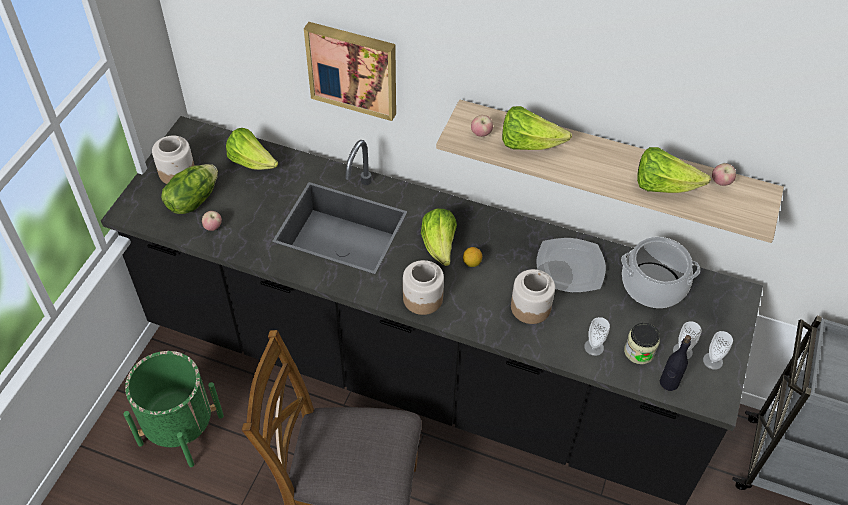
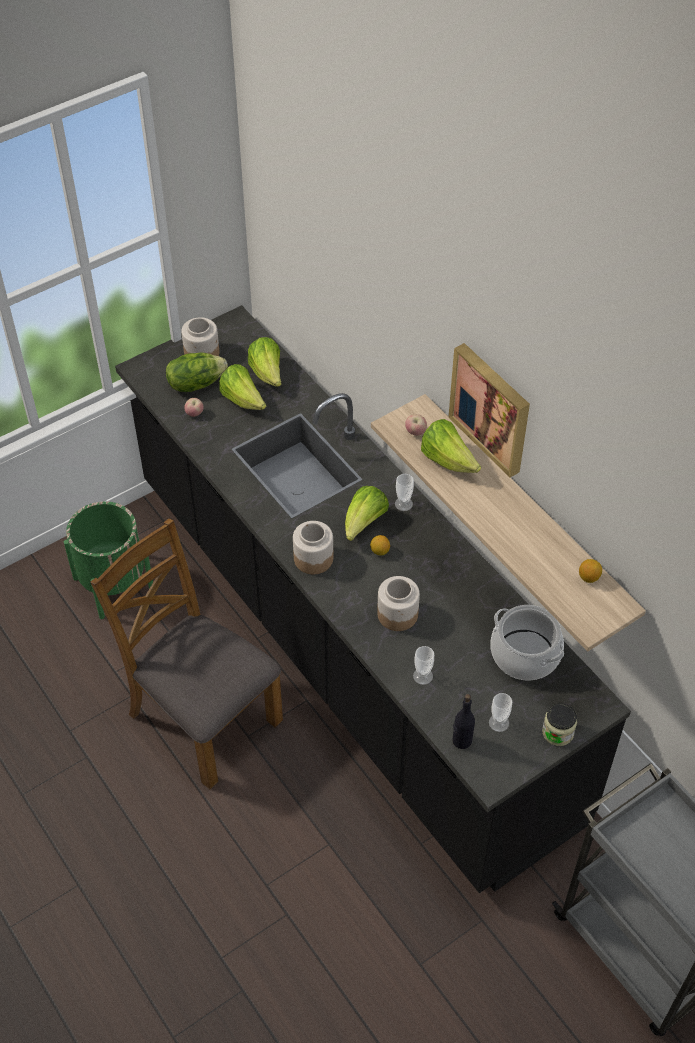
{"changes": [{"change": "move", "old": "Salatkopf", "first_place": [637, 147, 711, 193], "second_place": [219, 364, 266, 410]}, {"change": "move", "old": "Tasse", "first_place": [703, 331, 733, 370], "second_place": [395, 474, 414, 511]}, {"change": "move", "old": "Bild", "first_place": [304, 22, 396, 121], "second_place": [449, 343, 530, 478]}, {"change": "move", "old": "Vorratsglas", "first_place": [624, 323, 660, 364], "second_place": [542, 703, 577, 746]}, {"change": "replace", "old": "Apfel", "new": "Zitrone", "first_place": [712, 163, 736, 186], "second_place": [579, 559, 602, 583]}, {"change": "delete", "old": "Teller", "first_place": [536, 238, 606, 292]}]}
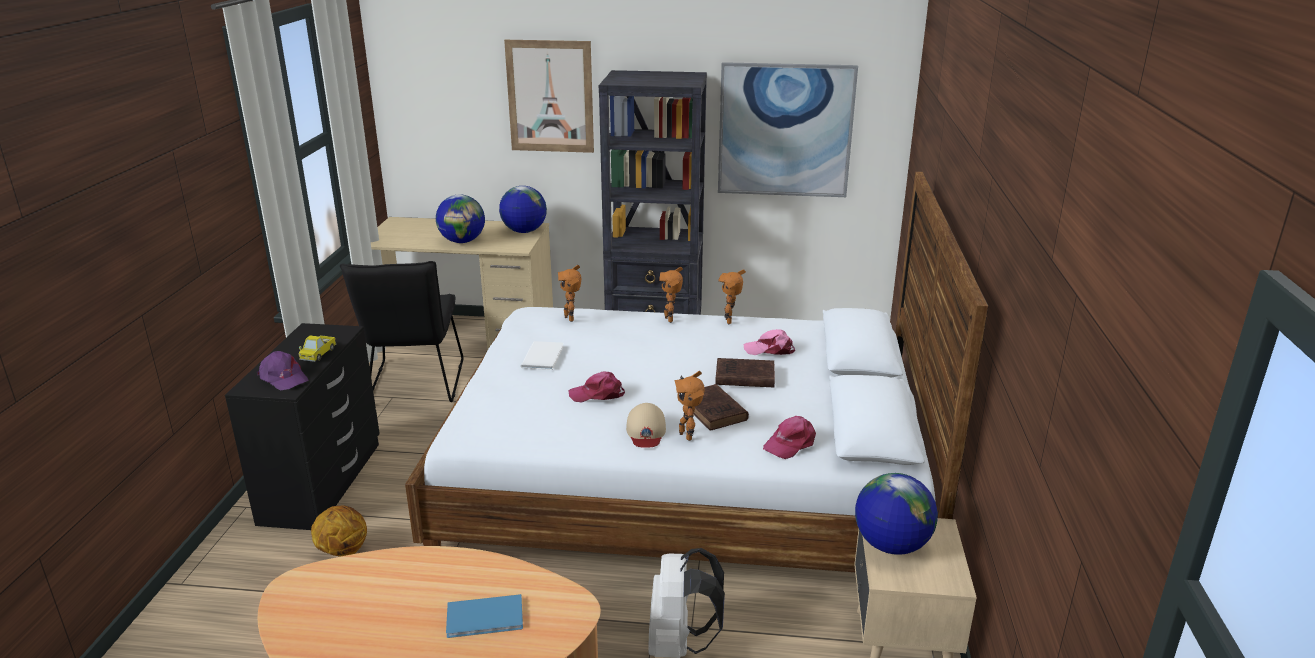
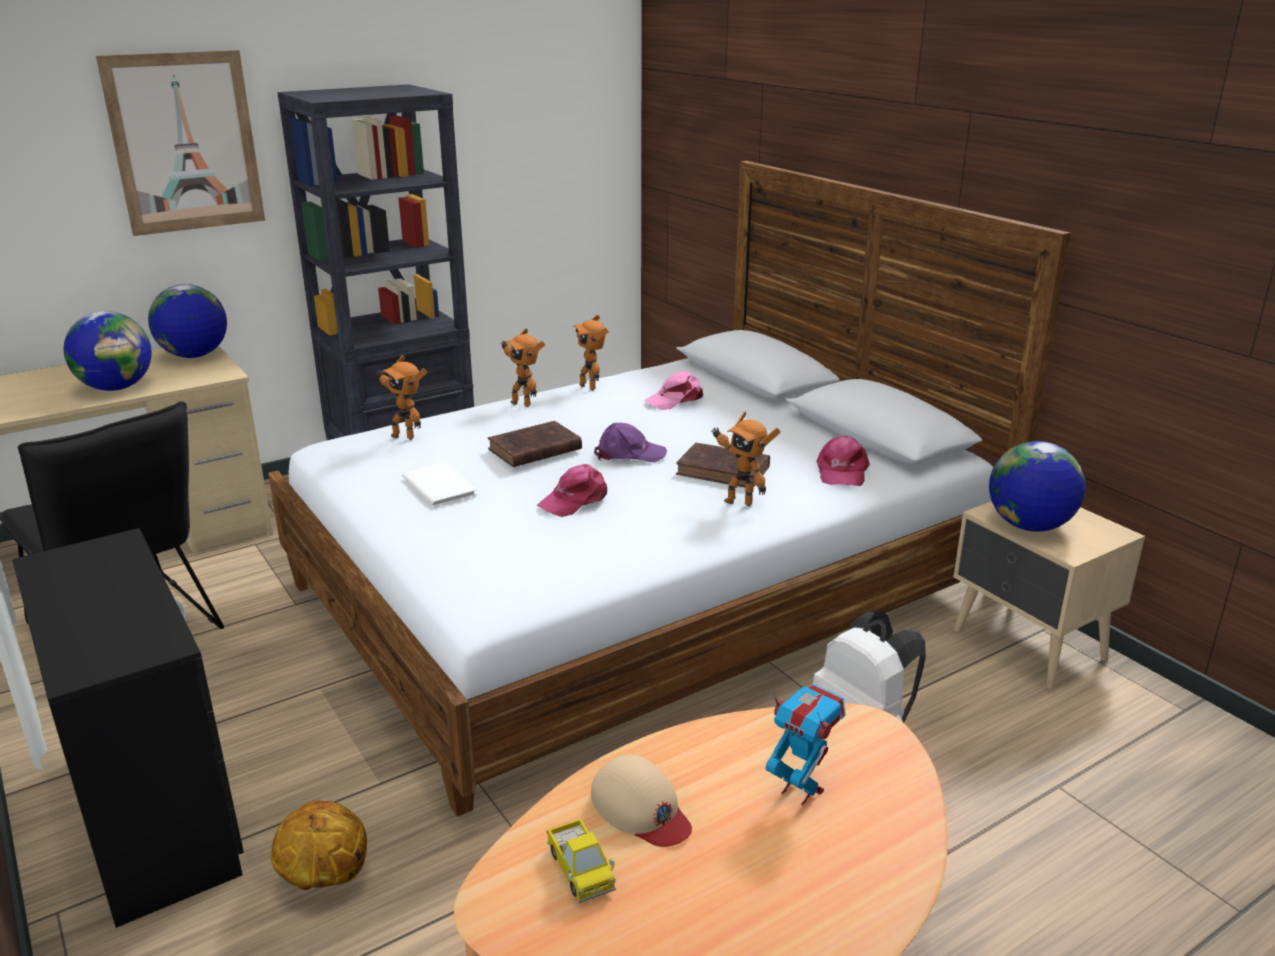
{"changes": [{"change": "move", "old": "Buch (braun)", "first_place": [715, 358, 775, 387], "second_place": [488, 421, 582, 467]}, {"change": "move", "old": "Spielzeuglaster", "first_place": [298, 335, 337, 362], "second_place": [547, 818, 616, 903]}, {"change": "move", "old": "Kappe (beige)", "first_place": [626, 403, 666, 448], "second_place": [591, 754, 692, 847]}, {"change": "move", "old": "Kappe (lila)", "first_place": [257, 351, 308, 390], "second_place": [594, 423, 667, 462]}, {"change": "replace", "old": "Buch (blau)", "new": "Spielzeugroboter", "first_place": [446, 594, 523, 638], "second_place": [766, 684, 846, 805]}, {"change": "delete", "old": "Bild", "first_place": [718, 62, 858, 197]}]}
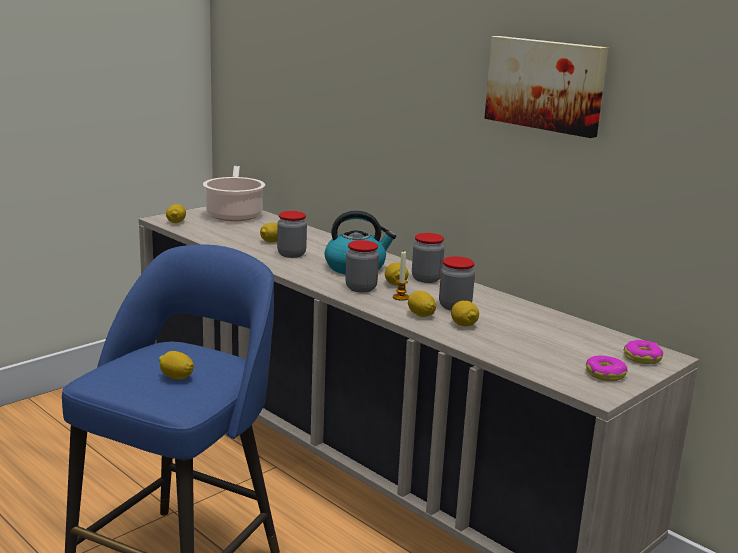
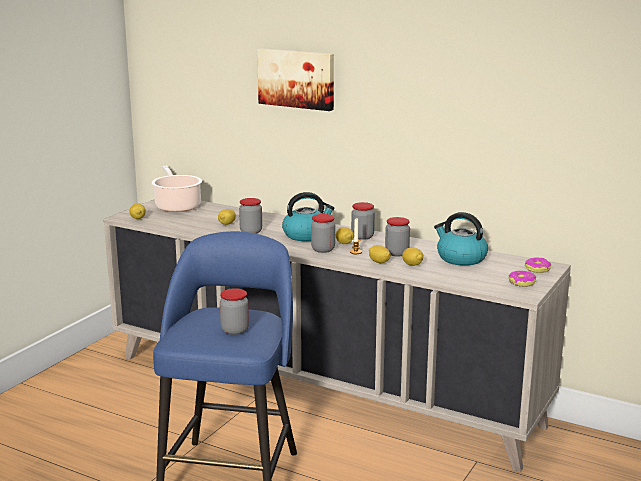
{"changes": [{"change": "replace", "old": "Zitrone", "new": "Vorratsglas", "first_place": [159, 351, 194, 380], "second_place": [220, 288, 249, 335]}, {"change": "move", "old": "Bild", "first_place": [484, 36, 608, 138], "second_place": [257, 49, 334, 111]}, {"change": "insert", "new": "Wasserkessel", "second_place": [434, 212, 488, 266]}]}
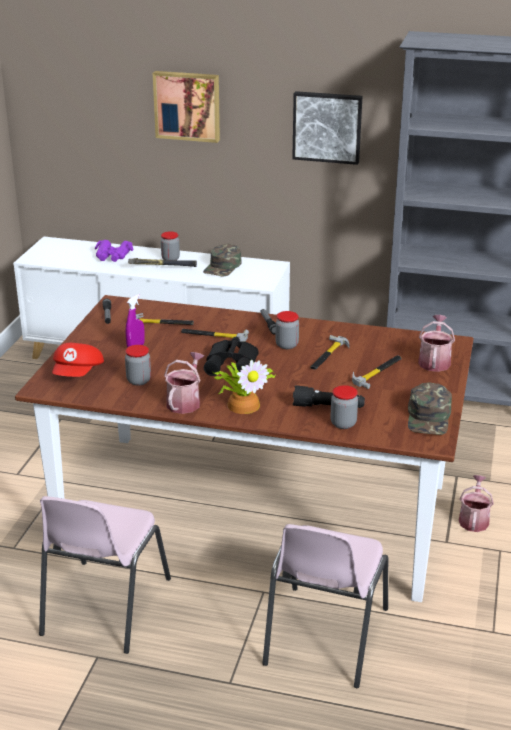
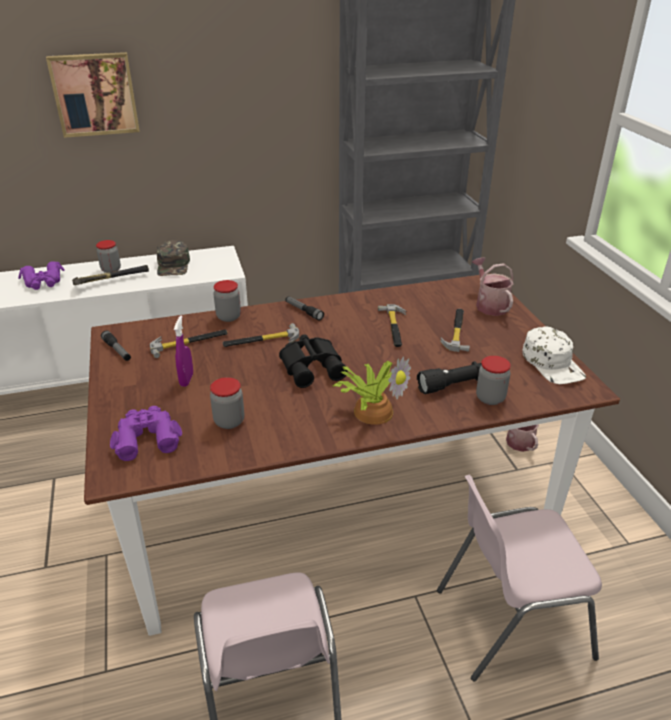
{"changes": [{"change": "replace", "old": "Kappe (rot)", "new": "Fernglas (lila)", "first_place": [52, 343, 104, 377], "second_place": [110, 406, 182, 461]}, {"change": "move", "old": "Vorratsglas", "first_place": [276, 311, 299, 349], "second_place": [213, 280, 241, 322]}, {"change": "rotate", "old": "Stuhl (rosa)", "first_place": [262, 524, 388, 688], "second_place": [437, 475, 602, 681], "degrees": 90}, {"change": "recolor", "old": "Kappe (grün)", "new": "Kappe (weiß)", "first_place": [408, 383, 452, 435], "second_place": [523, 326, 586, 384]}, {"change": "delete", "old": "Gießkanne", "first_place": [164, 352, 204, 414]}, {"change": "delete", "old": "Bild", "first_place": [292, 91, 363, 165]}]}
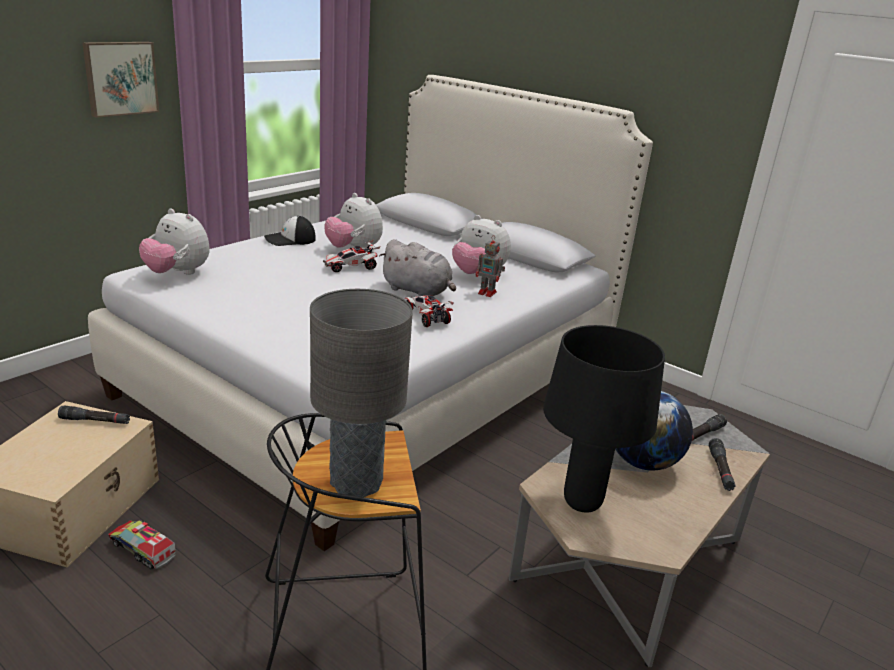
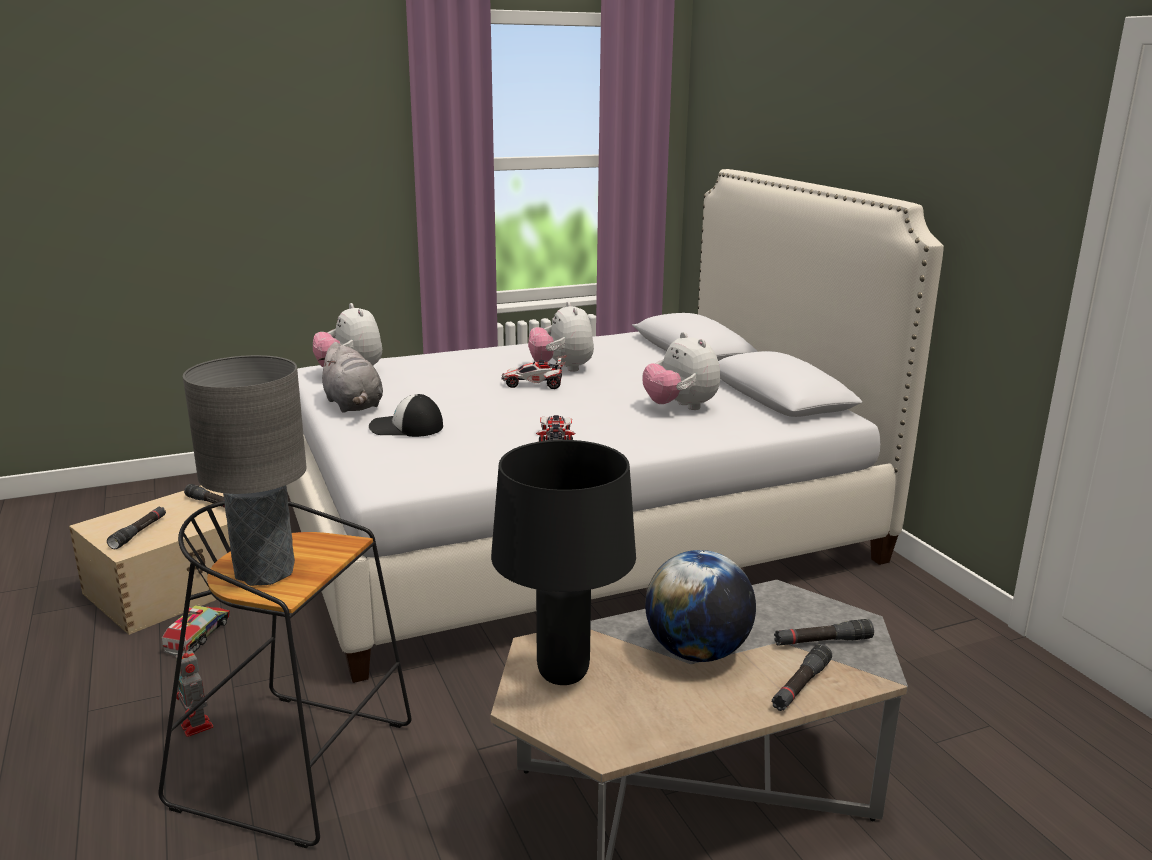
{"changes": [{"change": "insert", "new": "Taschenlampe (schwarz)", "second_place": [107, 507, 166, 549]}, {"change": "rotate", "old": "Spielzeuglaster", "first_place": [108, 520, 176, 569], "second_place": [162, 605, 230, 656], "degrees": 45}, {"change": "move", "old": "Spielzeugroboter", "first_place": [476, 235, 505, 297], "second_place": [176, 646, 213, 737]}, {"change": "move", "old": "Plüschtier (grau)", "first_place": [379, 239, 456, 296], "second_place": [318, 342, 383, 413]}, {"change": "move", "old": "Kappe", "first_place": [264, 216, 316, 246], "second_place": [369, 394, 443, 437]}, {"change": "delete", "old": "Bild", "first_place": [82, 42, 159, 118]}]}
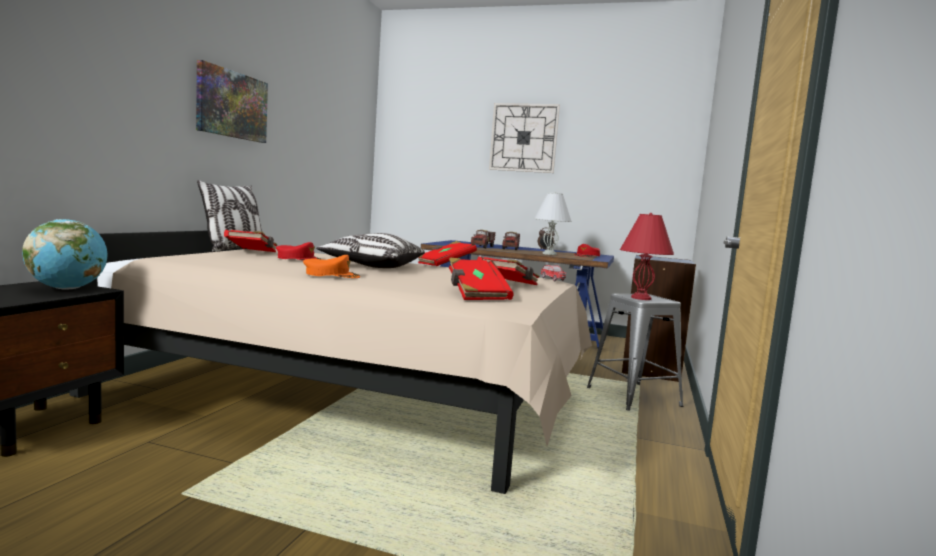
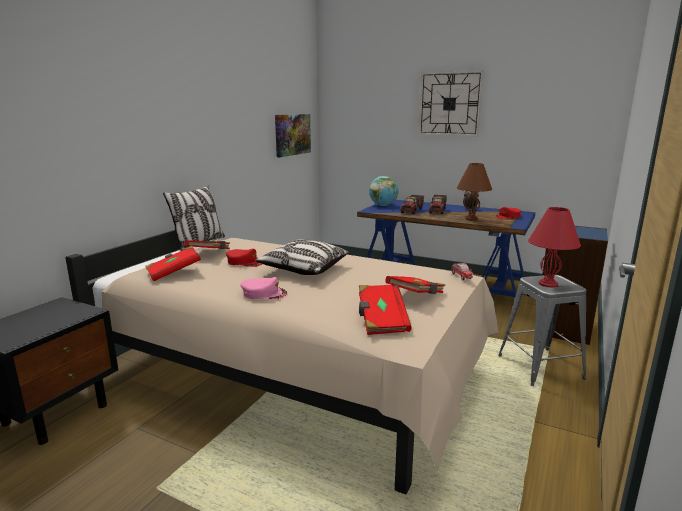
{"changes": [{"change": "move", "old": "Buch (rot)", "first_place": [418, 241, 477, 266], "second_place": [145, 246, 201, 282]}, {"change": "recolor", "old": "Kappe (orange)", "new": "Kappe (rosa)", "first_place": [303, 255, 360, 278], "second_place": [240, 277, 288, 300]}, {"change": "move", "old": "Bild", "first_place": [196, 60, 268, 143], "second_place": [275, 114, 311, 157]}, {"change": "move", "old": "Globus", "first_place": [22, 219, 107, 290], "second_place": [369, 176, 398, 206]}, {"change": "recolor", "old": "Tischlampe (weiß)", "new": "Tischlampe (braun)", "first_place": [534, 192, 572, 255], "second_place": [457, 163, 492, 220]}]}
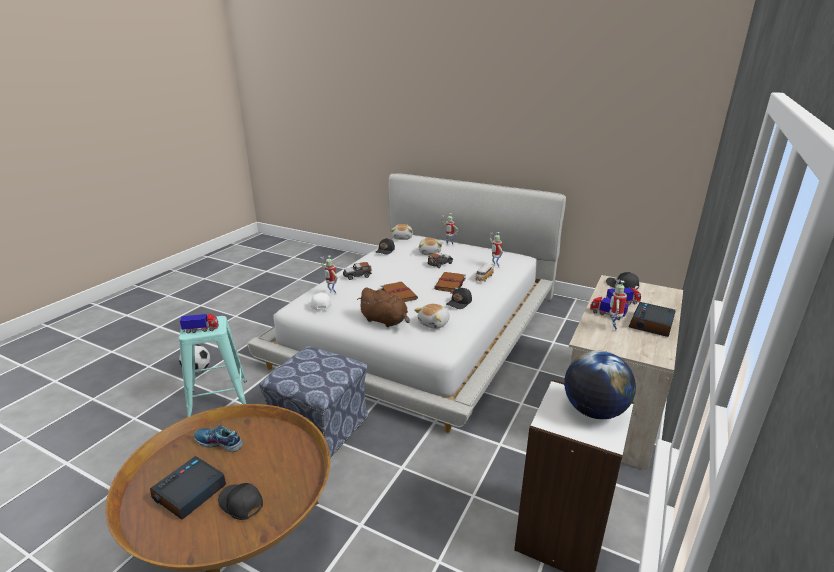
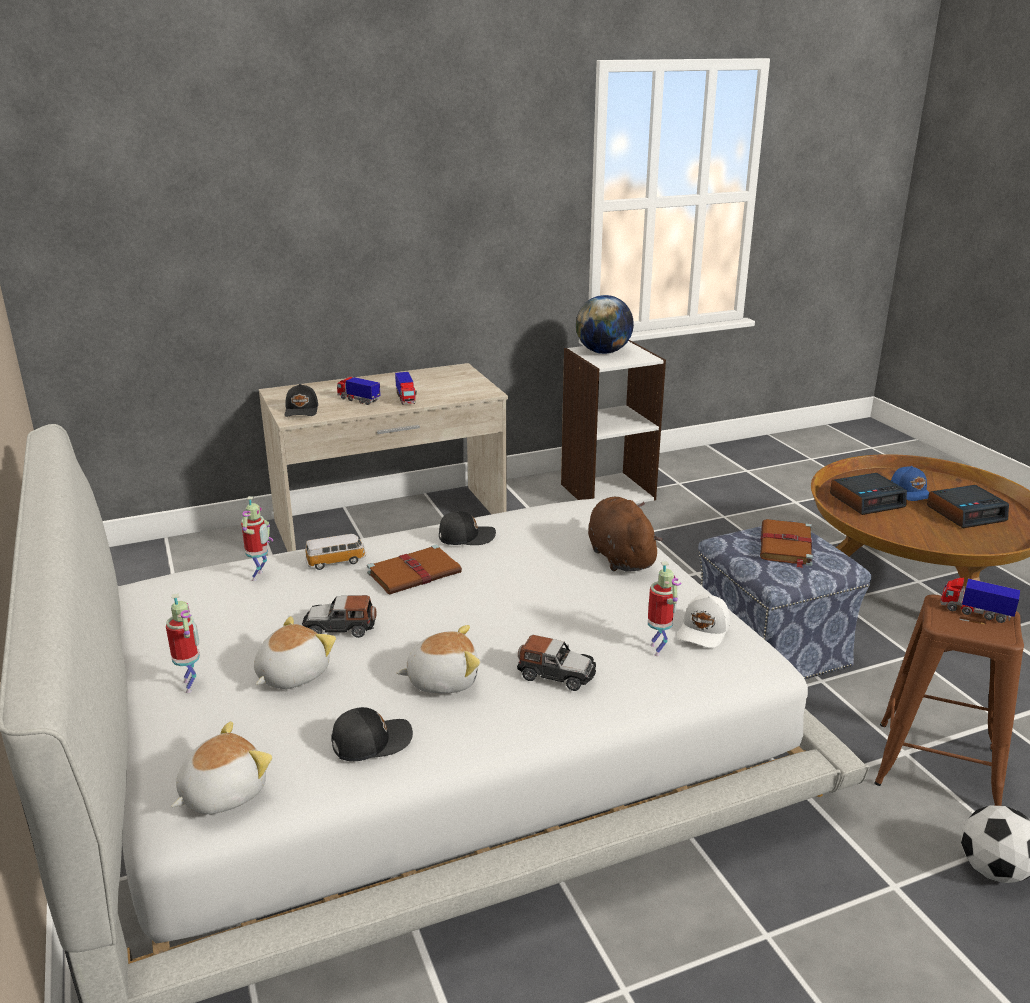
{"changes": [{"change": "move", "old": "Plüschtier", "first_place": [414, 304, 450, 329], "second_place": [397, 625, 480, 694]}, {"change": "move", "old": "Buch (braun)", "first_place": [380, 282, 418, 302], "second_place": [760, 519, 813, 568]}, {"change": "move", "old": "Wecker", "first_place": [629, 302, 675, 337], "second_place": [830, 473, 907, 515]}, {"change": "recolor", "old": "Hocker (türkis)", "new": "Hocker (braun)", "first_place": [179, 316, 247, 417], "second_place": [874, 595, 1024, 806]}, {"change": "recolor", "old": "Kappe (schwarz)", "new": "Kappe (blau)", "first_place": [218, 483, 263, 520], "second_place": [891, 466, 929, 501]}, {"change": "delete", "old": "Schuh", "first_place": [194, 425, 243, 452]}, {"change": "delete", "old": "Spielzeugroboter", "first_place": [609, 279, 627, 332]}]}
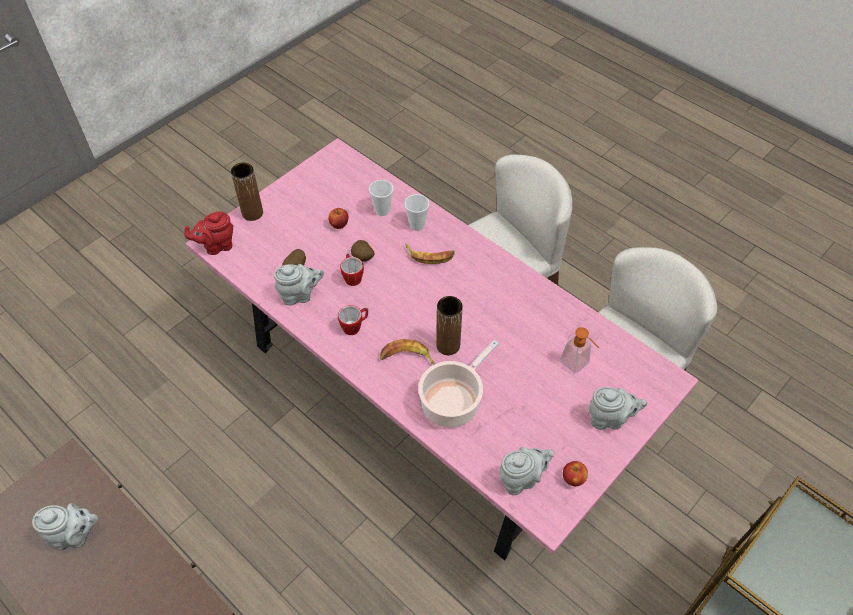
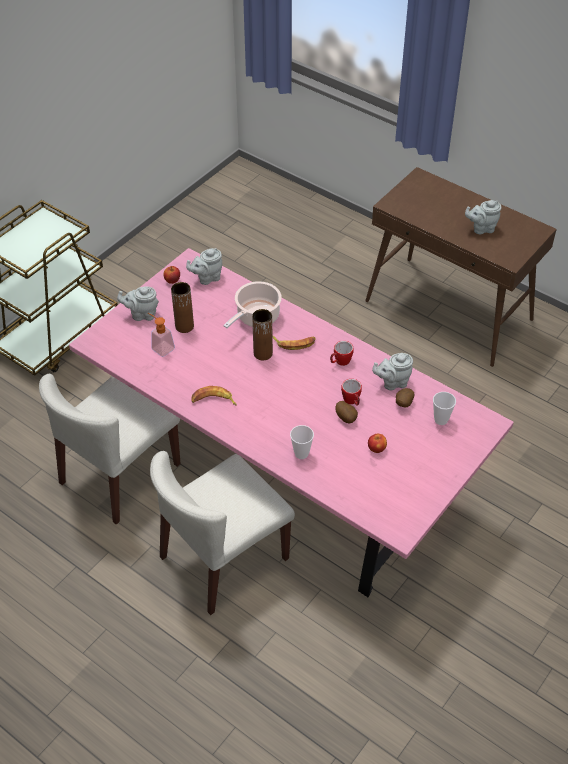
{"changes": [{"change": "move", "old": "Vase (braun)", "first_place": [231, 163, 263, 221], "second_place": [171, 282, 194, 333]}, {"change": "move", "old": "Banane", "first_place": [405, 243, 455, 264], "second_place": [191, 386, 237, 406]}, {"change": "move", "old": "Tasse", "first_place": [369, 180, 393, 216], "second_place": [433, 392, 456, 425]}, {"change": "delete", "old": "Teekanne (rot)", "first_place": [184, 211, 233, 255]}]}
